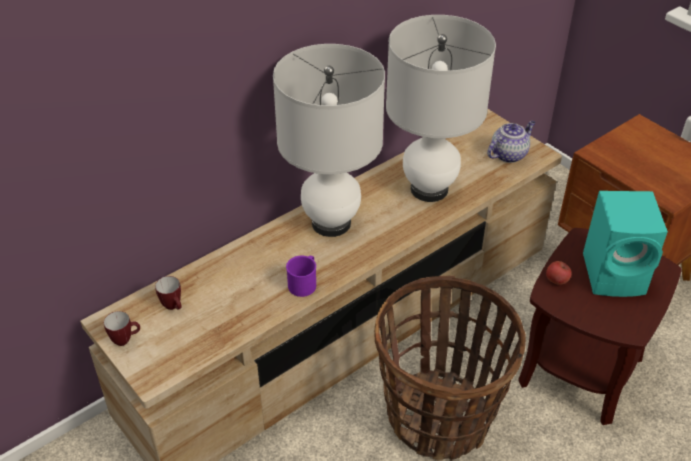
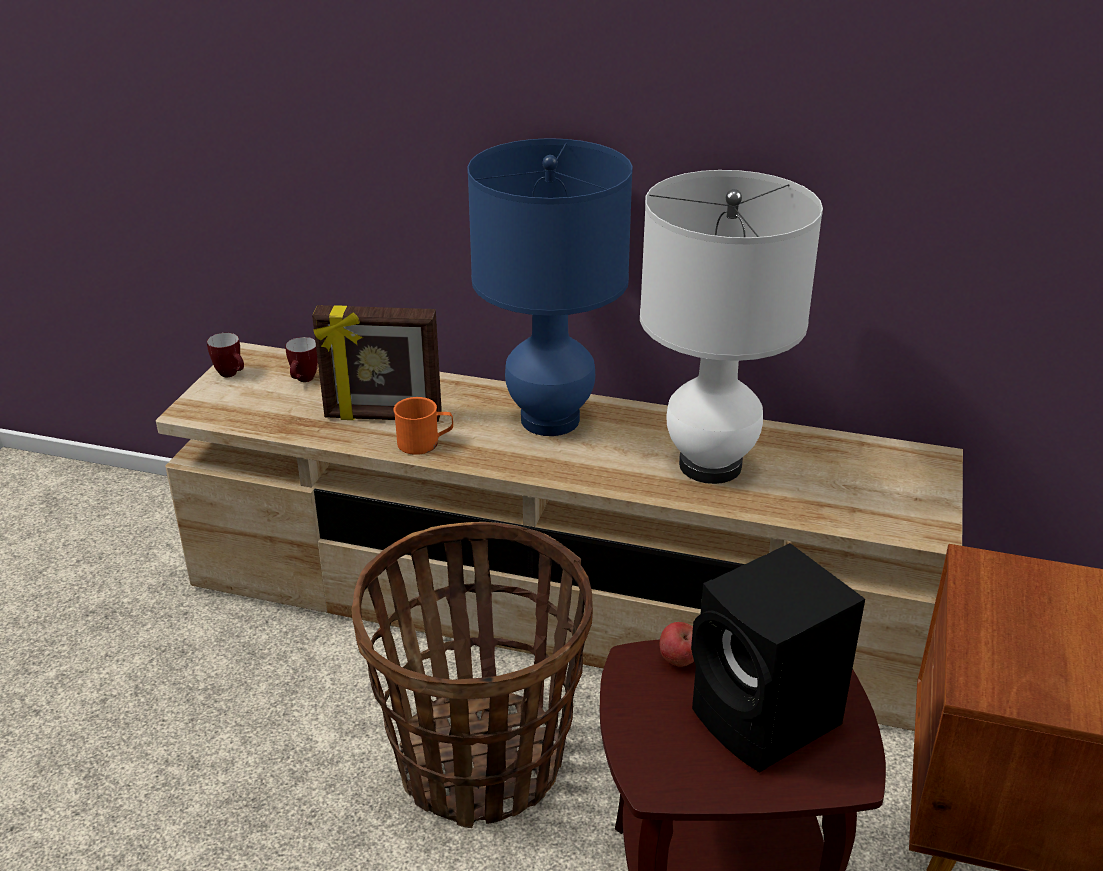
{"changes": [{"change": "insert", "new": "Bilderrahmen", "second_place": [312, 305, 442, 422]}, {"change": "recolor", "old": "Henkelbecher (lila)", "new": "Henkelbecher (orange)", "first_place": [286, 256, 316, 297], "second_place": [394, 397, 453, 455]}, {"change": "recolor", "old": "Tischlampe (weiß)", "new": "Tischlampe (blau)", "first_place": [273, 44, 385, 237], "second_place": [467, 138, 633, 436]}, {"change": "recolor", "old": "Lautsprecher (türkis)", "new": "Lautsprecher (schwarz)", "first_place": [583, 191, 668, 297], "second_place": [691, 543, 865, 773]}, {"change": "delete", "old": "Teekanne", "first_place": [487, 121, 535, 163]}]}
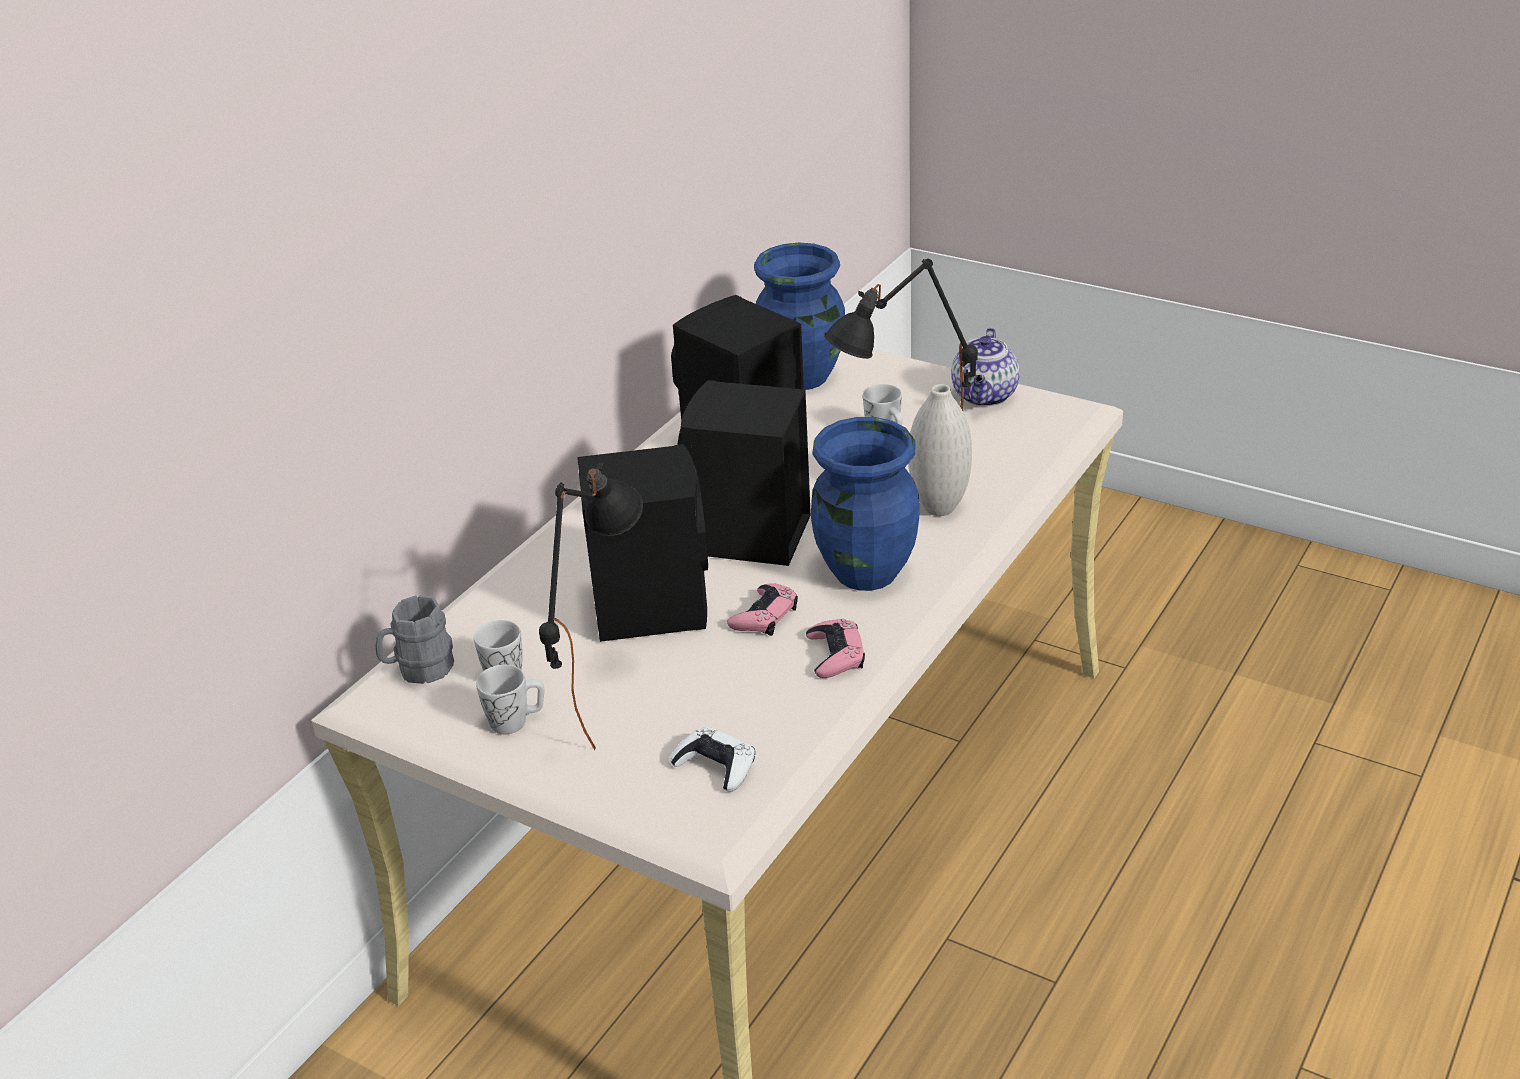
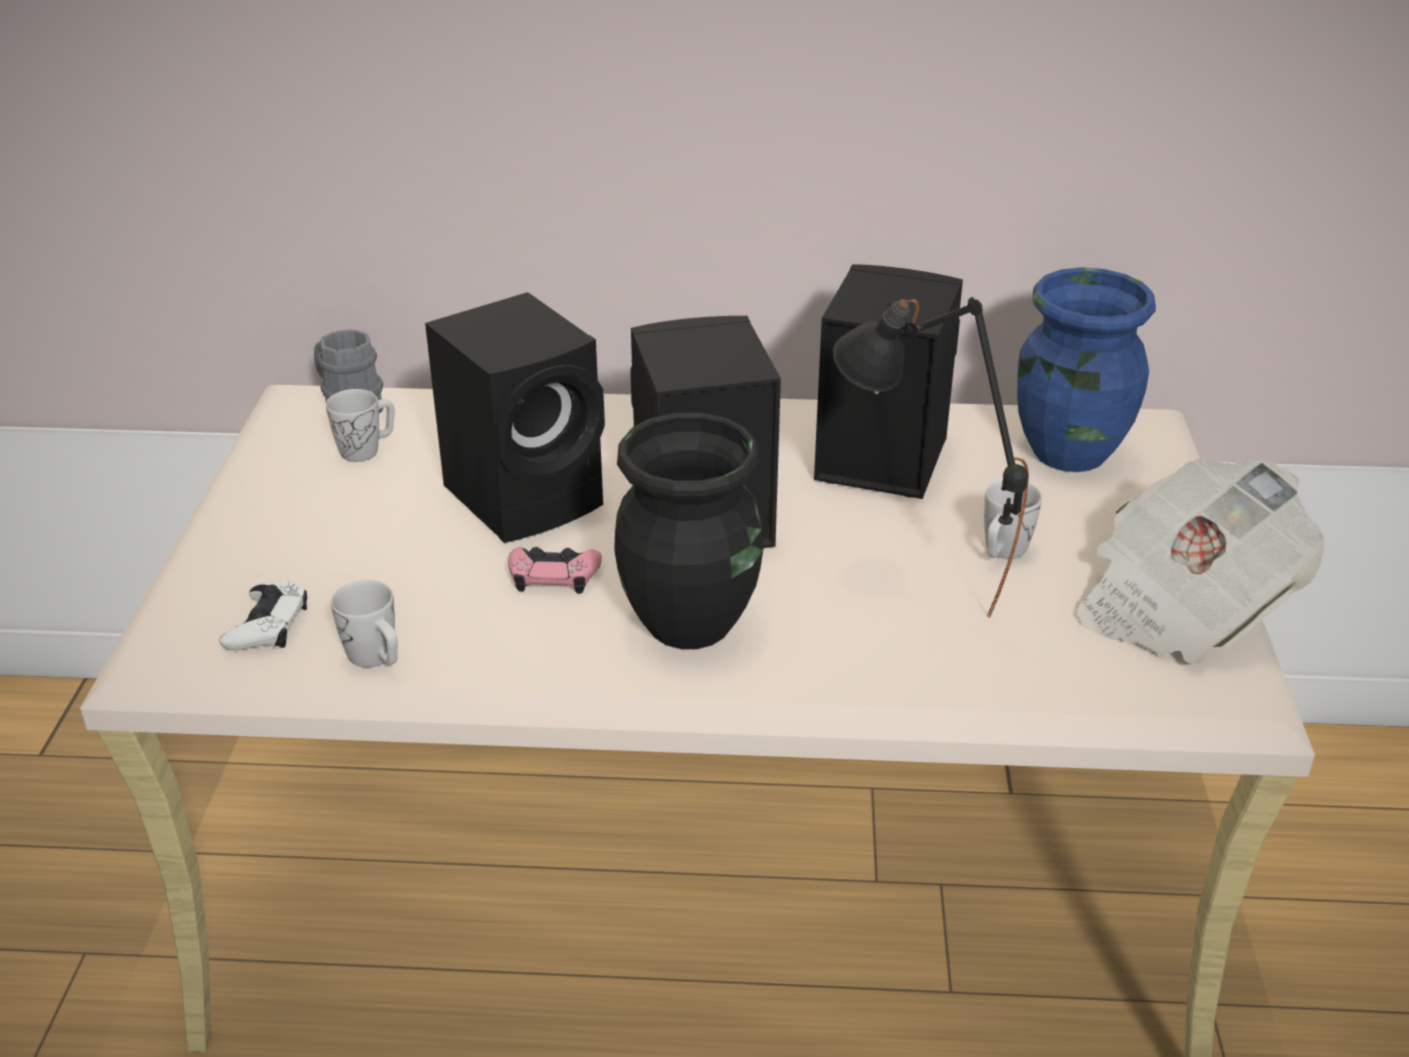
{"changes": [{"change": "move", "old": "Henkelbecher (weiß)", "first_place": [476, 665, 544, 734], "second_place": [331, 580, 398, 667]}, {"change": "recolor", "old": "Vase (blau)", "new": "Vase (schwarz)", "first_place": [811, 417, 920, 591], "second_place": [614, 413, 763, 649]}, {"change": "replace", "old": "Teekanne", "new": "Zeitung", "first_place": [951, 328, 1020, 406], "second_place": [1077, 458, 1324, 664]}, {"change": "delete", "old": "Tischlampe (schwarz)", "first_place": [539, 463, 643, 750]}, {"change": "delete", "old": "Gamepad (rosa)", "first_place": [806, 619, 865, 678]}, {"change": "delete", "old": "Vase (weiß)", "first_place": [909, 384, 972, 516]}]}
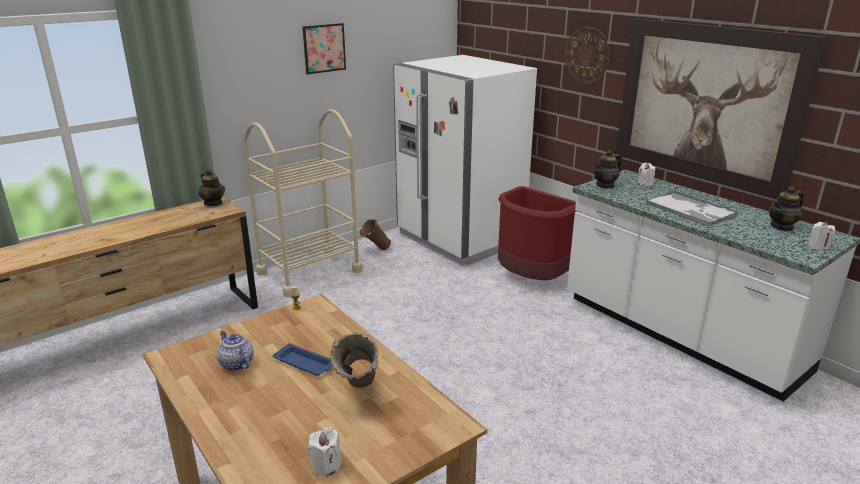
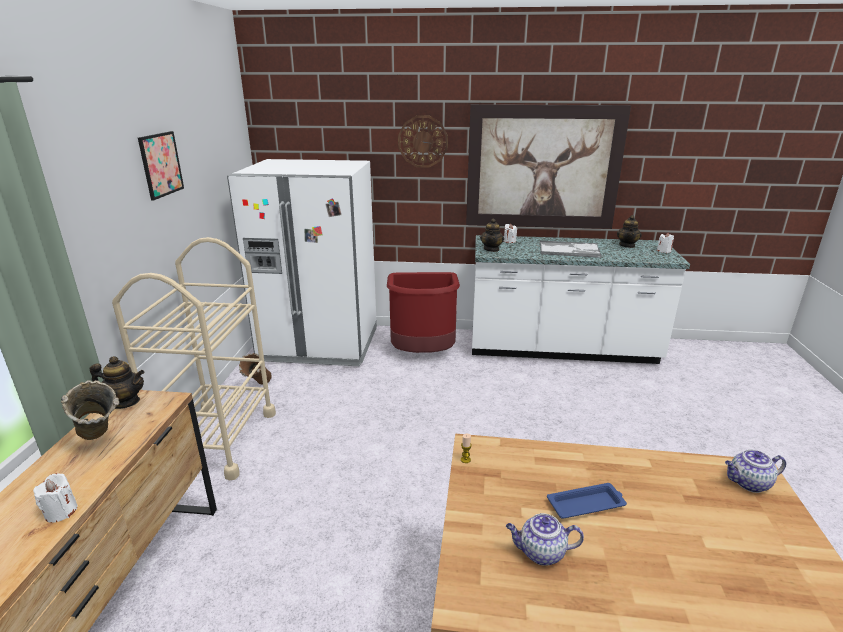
{"changes": [{"change": "move", "old": "Kerze (weiß)", "first_place": [308, 427, 341, 477], "second_place": [33, 473, 77, 523]}, {"change": "move", "old": "Vase (beige)", "first_place": [331, 332, 378, 388], "second_place": [61, 380, 119, 440]}, {"change": "insert", "new": "Teekanne", "second_place": [725, 449, 786, 493]}]}
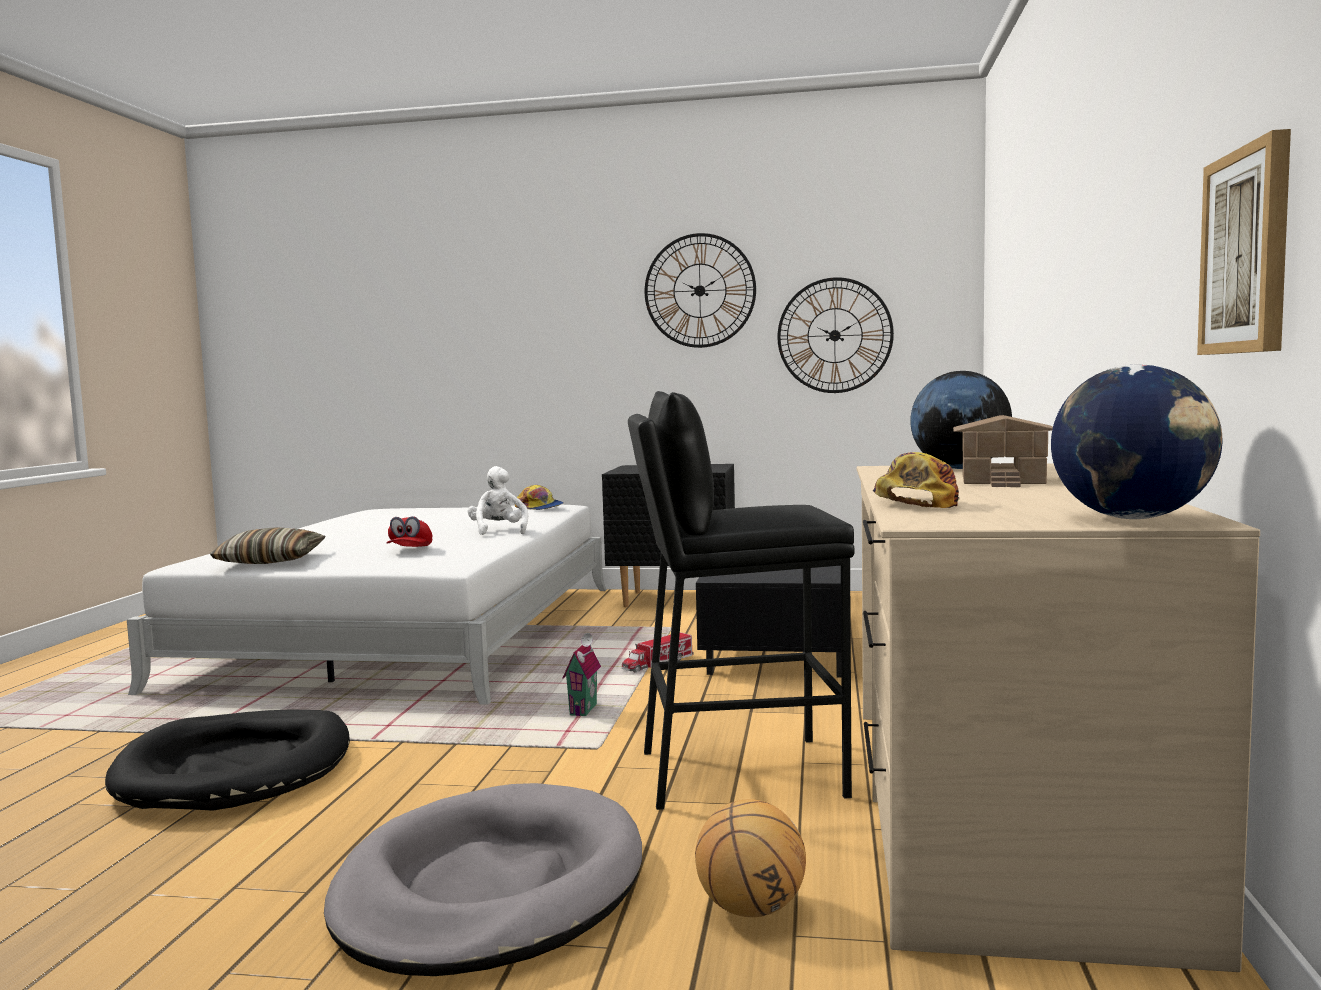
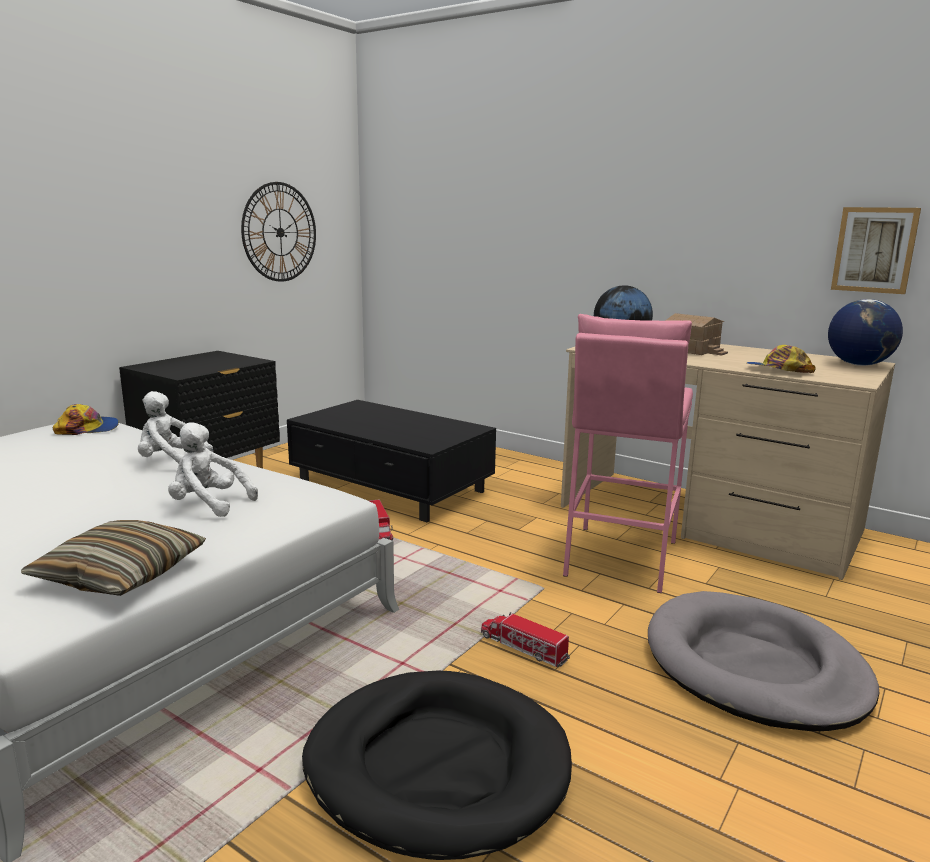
{"changes": [{"change": "replace", "old": "Kappe (rot)", "new": "Plüschtier (weiß)", "first_place": [387, 516, 432, 547], "second_place": [168, 422, 258, 517]}, {"change": "insert", "new": "Spielzeuglaster", "second_place": [481, 612, 570, 667]}, {"change": "recolor", "old": "Hocker (schwarz)", "new": "Hocker (rosa)", "first_place": [628, 391, 855, 810], "second_place": [563, 314, 693, 593]}, {"change": "delete", "old": "Spielzeughaus", "first_place": [562, 633, 601, 716]}, {"change": "delete", "old": "Wanduhr", "first_place": [645, 233, 756, 348]}, {"change": "delete", "old": "Basketball", "first_place": [695, 799, 806, 917]}]}
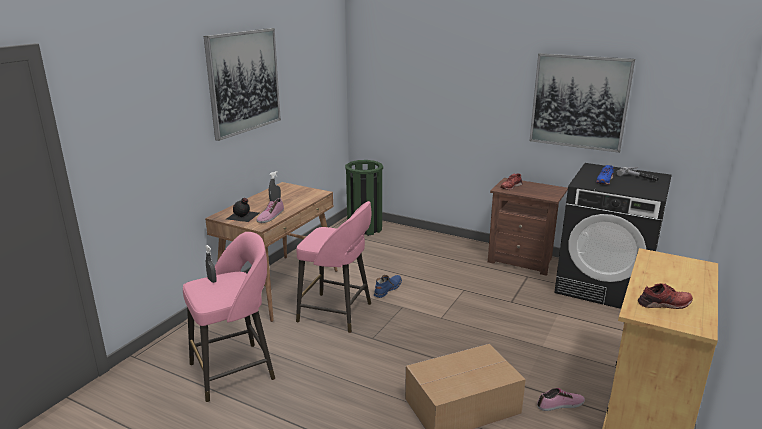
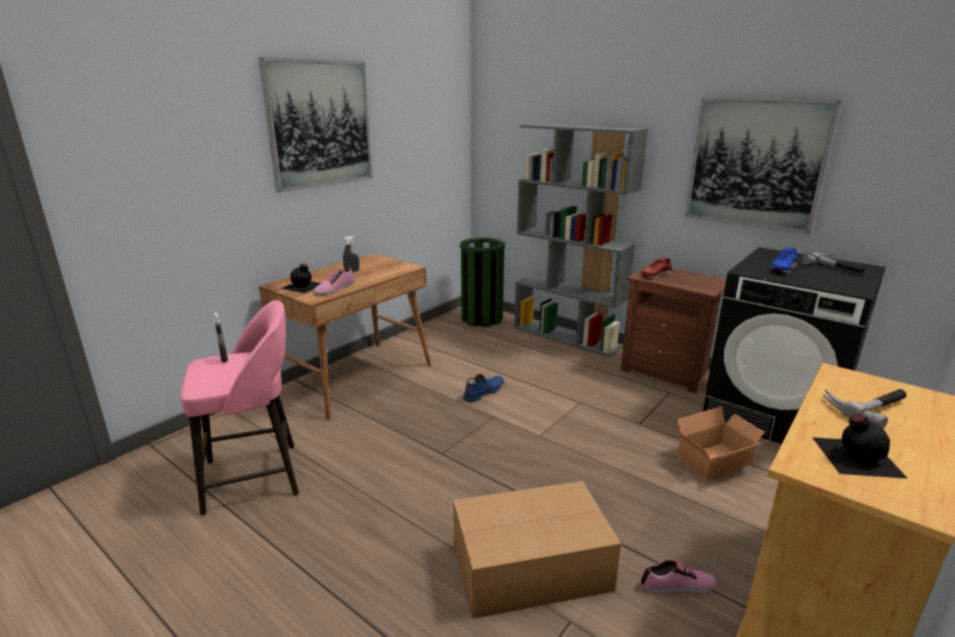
{"changes": [{"change": "insert", "new": "Bücherregal (grau)", "second_place": [514, 123, 648, 357]}, {"change": "insert", "new": "Karton", "second_place": [677, 406, 770, 480]}, {"change": "replace", "old": "Schuh (rot)", "new": "Flasche (schwarz)", "first_place": [638, 283, 693, 309], "second_place": [812, 414, 908, 479]}, {"change": "insert", "new": "Hammer", "second_place": [823, 389, 907, 429]}, {"change": "delete", "old": "Hocker (rosa)", "first_place": [296, 201, 371, 333]}]}
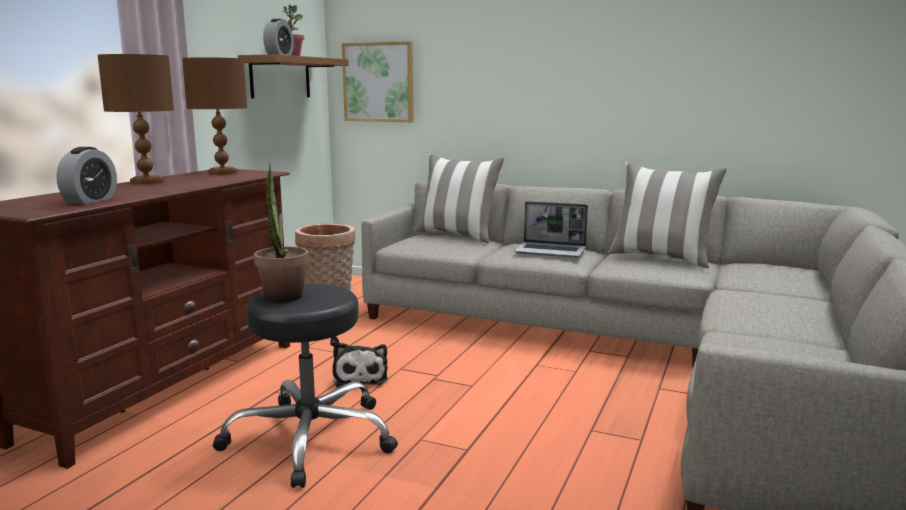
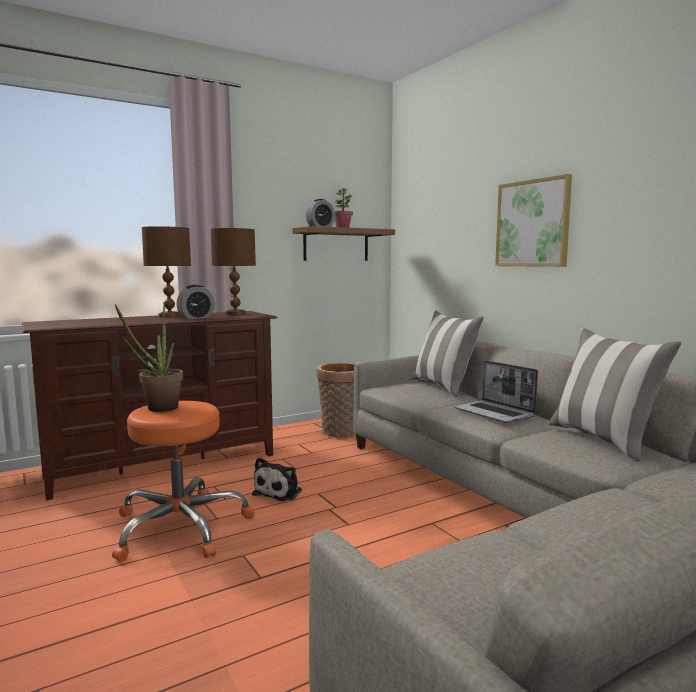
{"changes": [{"change": "recolor", "old": "Hocker (schwarz)", "new": "Hocker (orange)", "first_place": [213, 284, 398, 488], "second_place": [112, 401, 255, 562]}, {"change": "move", "old": "Wecker", "first_place": [56, 147, 117, 204], "second_place": [176, 285, 215, 319]}, {"change": "move", "old": "Bild", "first_place": [342, 41, 414, 122], "second_place": [495, 174, 572, 267]}]}
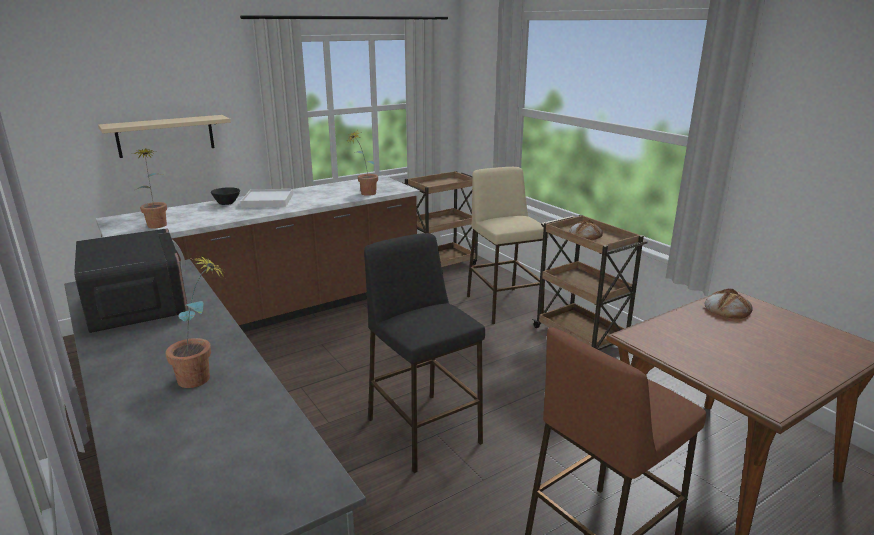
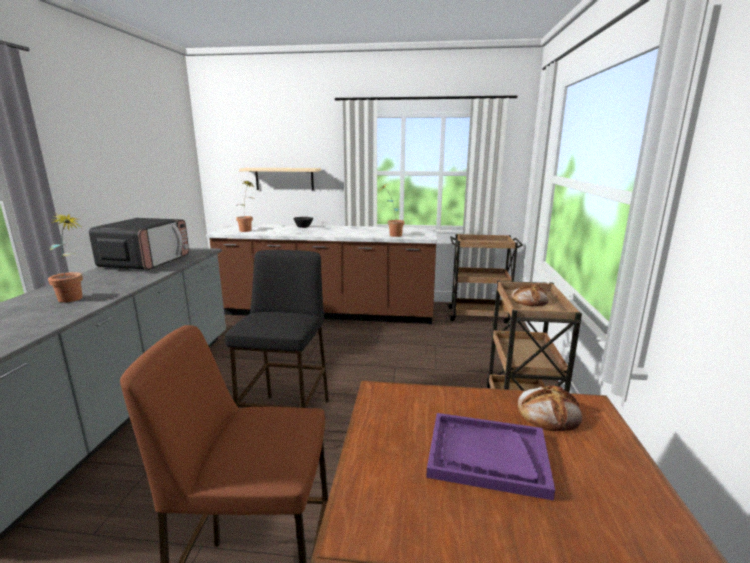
{"changes": [{"change": "insert", "new": "Tablett (lila)", "second_place": [426, 413, 555, 500]}, {"change": "delete", "old": "Tablett (weiß)", "first_place": [241, 189, 293, 207]}, {"change": "delete", "old": "Hocker (beige)", "first_place": [467, 167, 549, 324]}]}
